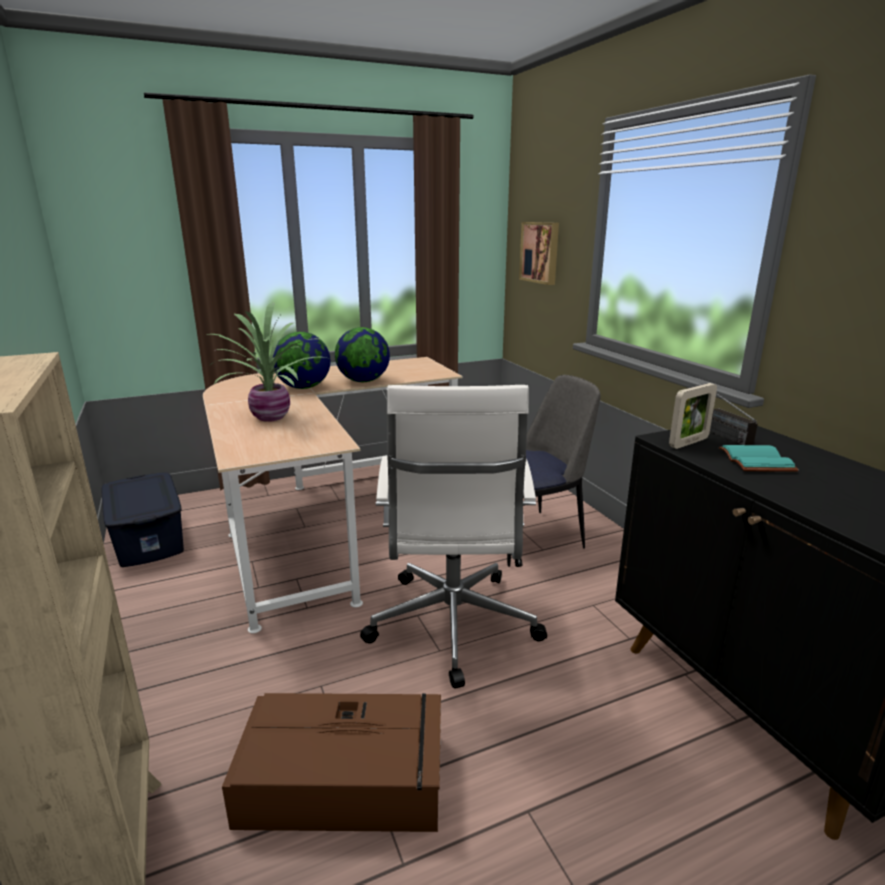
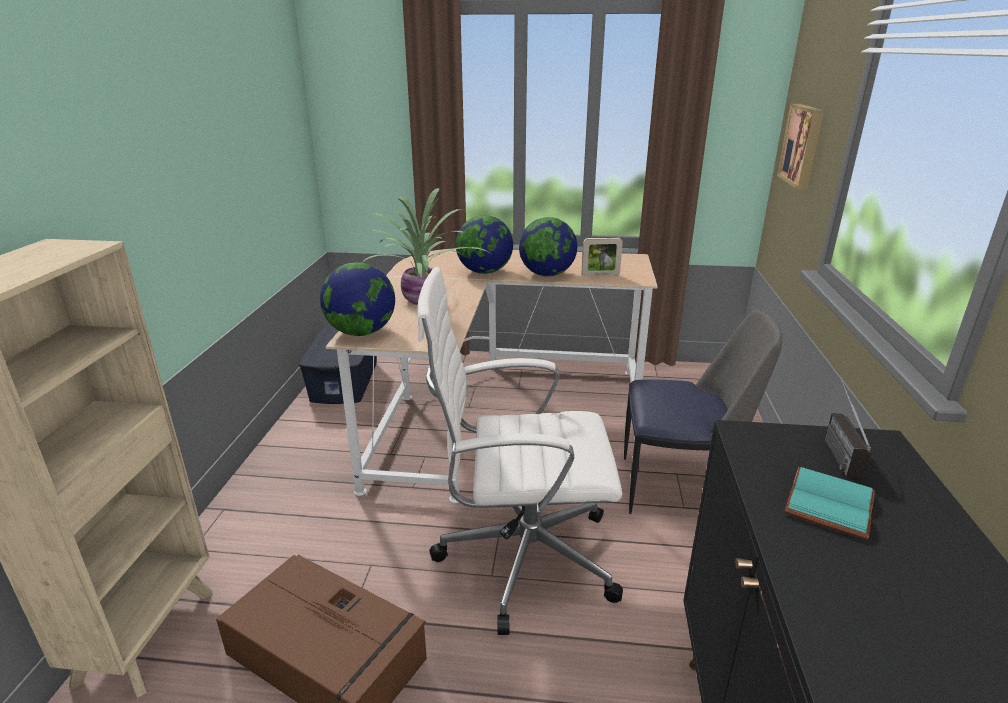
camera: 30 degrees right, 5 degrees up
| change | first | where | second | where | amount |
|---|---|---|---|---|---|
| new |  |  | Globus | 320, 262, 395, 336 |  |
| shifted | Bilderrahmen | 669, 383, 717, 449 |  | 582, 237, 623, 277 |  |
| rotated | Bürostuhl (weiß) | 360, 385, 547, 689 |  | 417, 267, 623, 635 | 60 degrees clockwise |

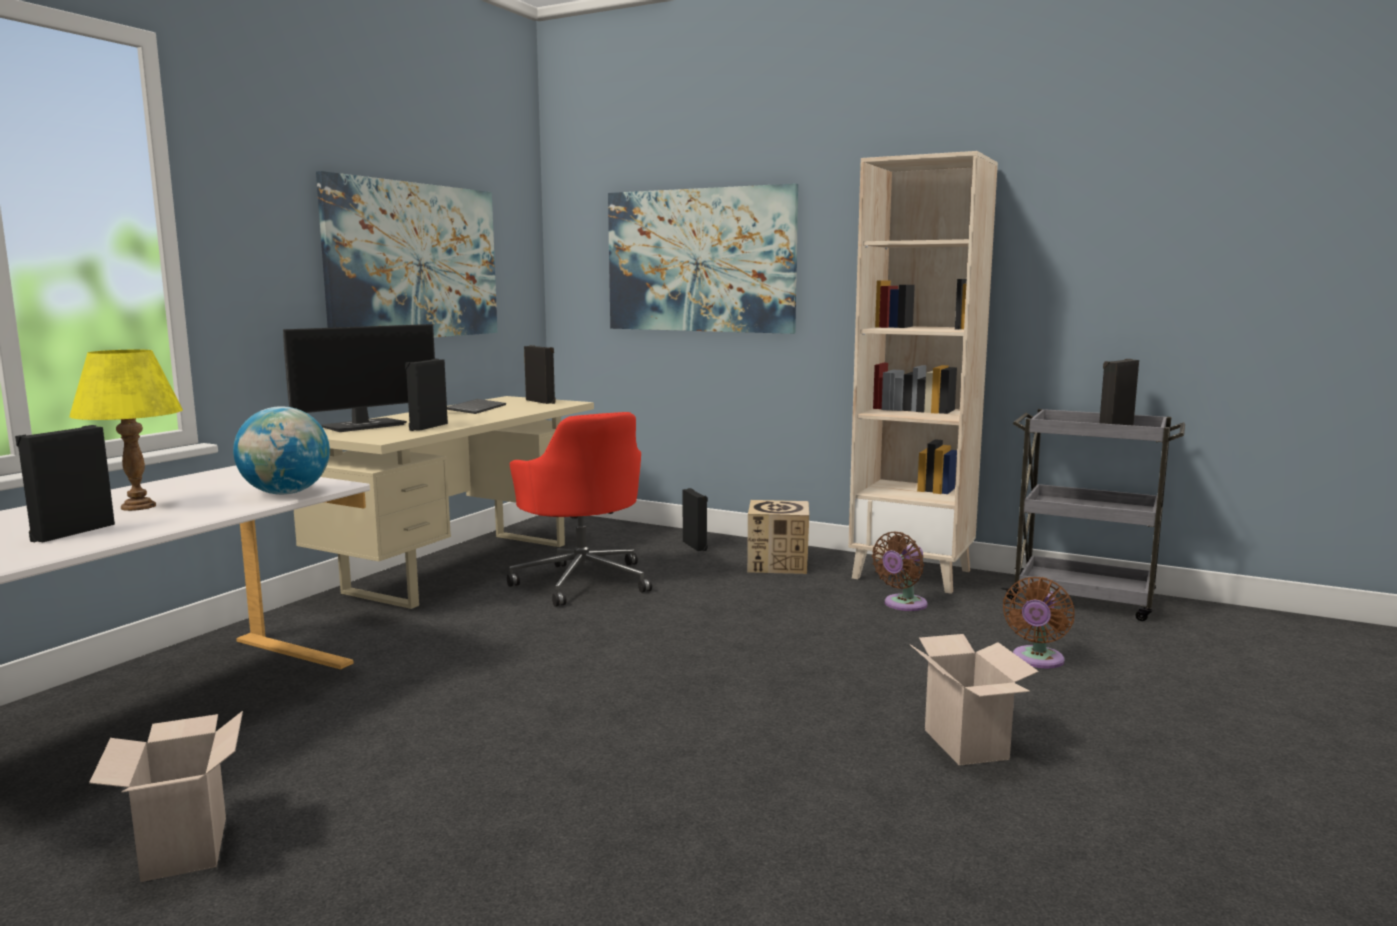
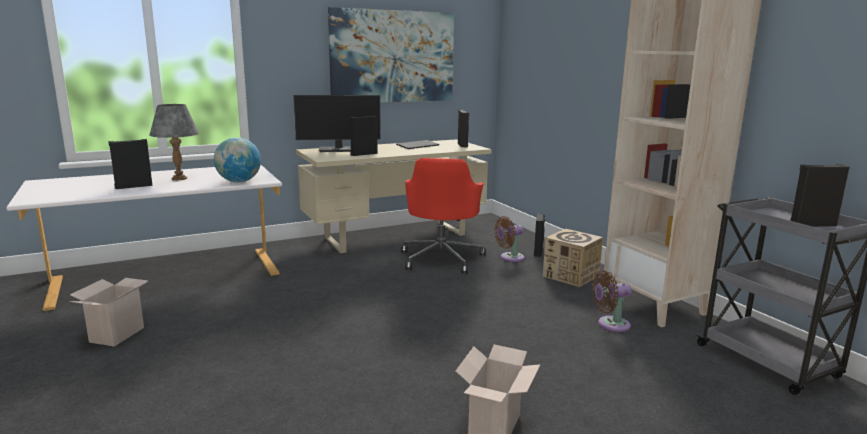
camera: 35 degrees right, 5 degrees up
| change | first | where | second | where | amount |
|---|---|---|---|---|---|
| gone | Bild | 608, 184, 798, 334 |  |  |  |
| shifted | Ventilator (braun) | 1003, 577, 1075, 668 |  | 494, 216, 525, 262 |  |
| repainted | Tischlampe (gelb) | 69, 350, 183, 511 | Tischlampe (grau) | 149, 104, 199, 180 |  |

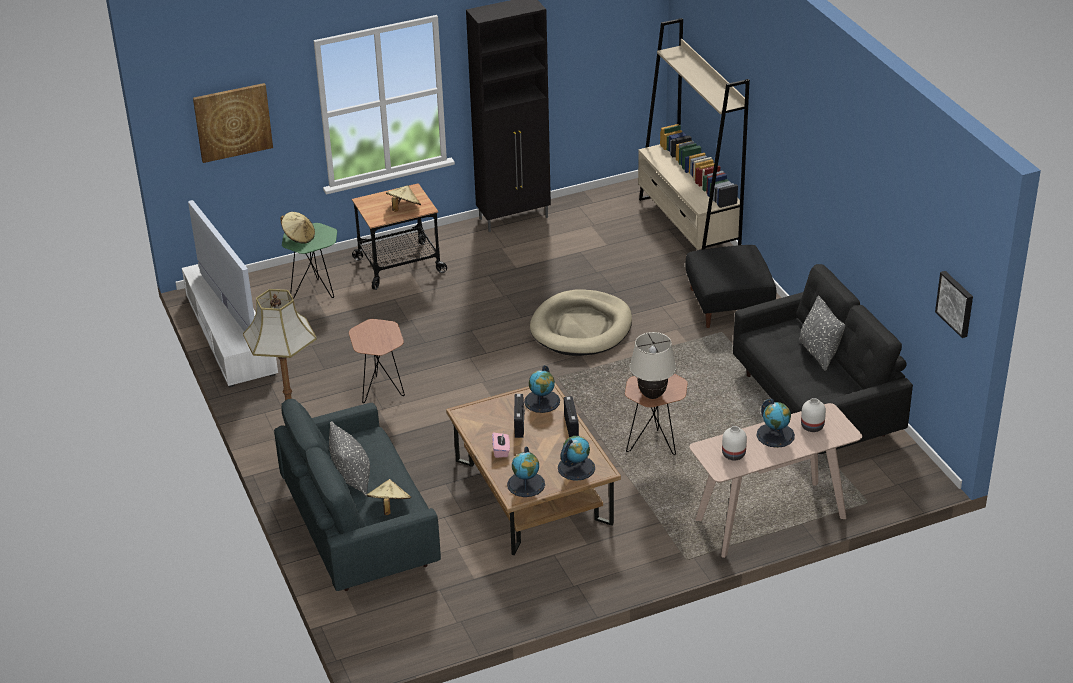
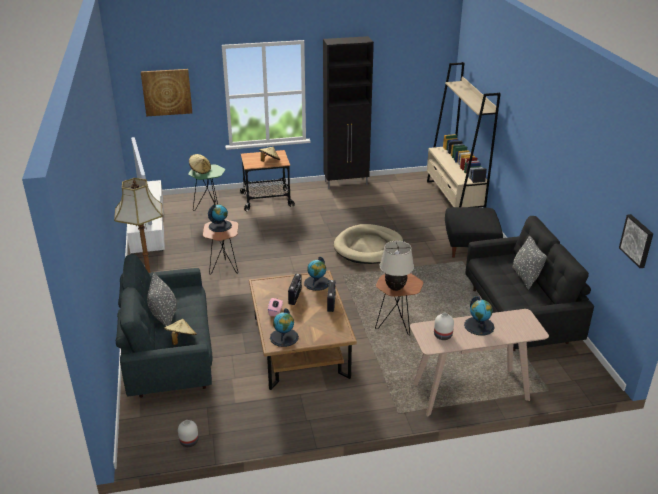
camera: 10 degrees right, 5 degrees down
| change | first | where | second | where | amount |
|---|---|---|---|---|---|
| shifted | Globus | 558, 436, 595, 481 |  | 208, 205, 232, 232 |  |
| shifted | Vase (weiß) | 801, 398, 826, 432 |  | 178, 420, 199, 447 |  |

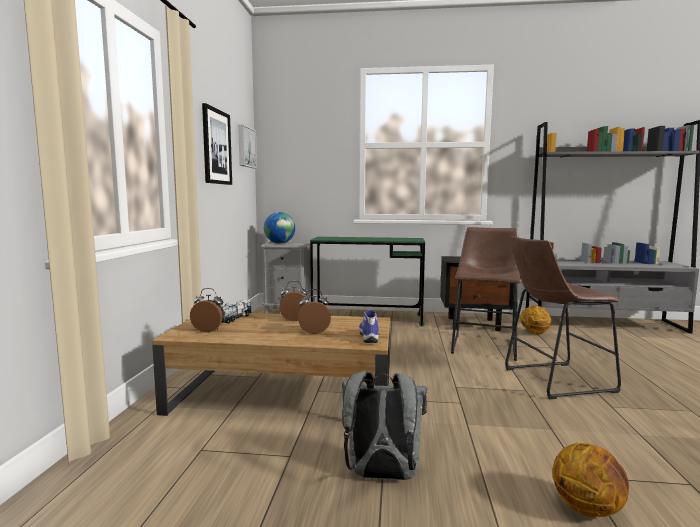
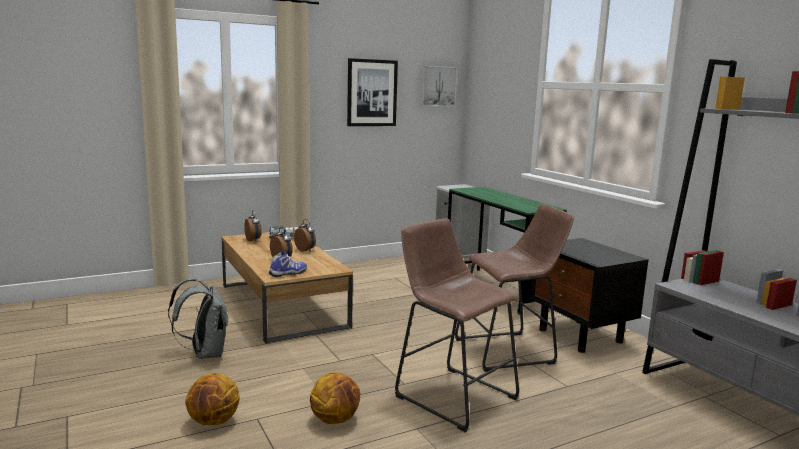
camera: 55 degrees right, 5 degrees up
| change | first | where | second | where | amount |
|---|---|---|---|---|---|
| gone | Globus | 264, 212, 295, 244 |  |  |  |
| shifted | Basketball | 520, 305, 551, 334 |  | 310, 372, 360, 424 |  |

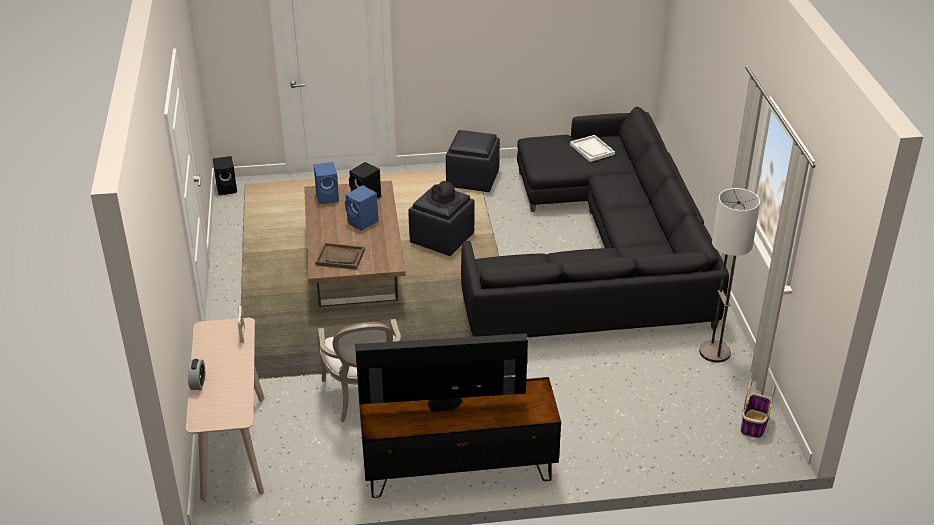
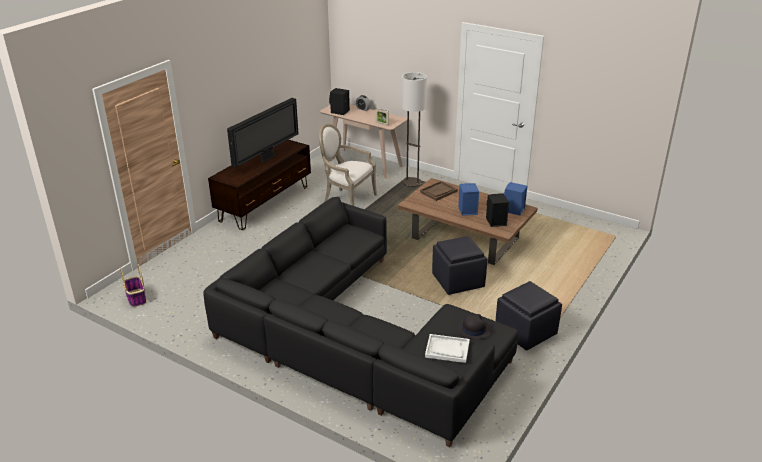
camera: 130 degrees right, 5 degrees down
| change | first | where | second | where | amount |
|---|---|---|---|---|---|
| shifted | Lautsprecher (schwarz) | 213, 156, 237, 195 |  | 329, 88, 350, 115 |  |
| shifted | Hut (schwarz) | 427, 181, 460, 206 |  | 457, 314, 491, 339 |  |
| shifted | Stehlampe | 699, 188, 760, 363 |  | 402, 72, 427, 187 |  |

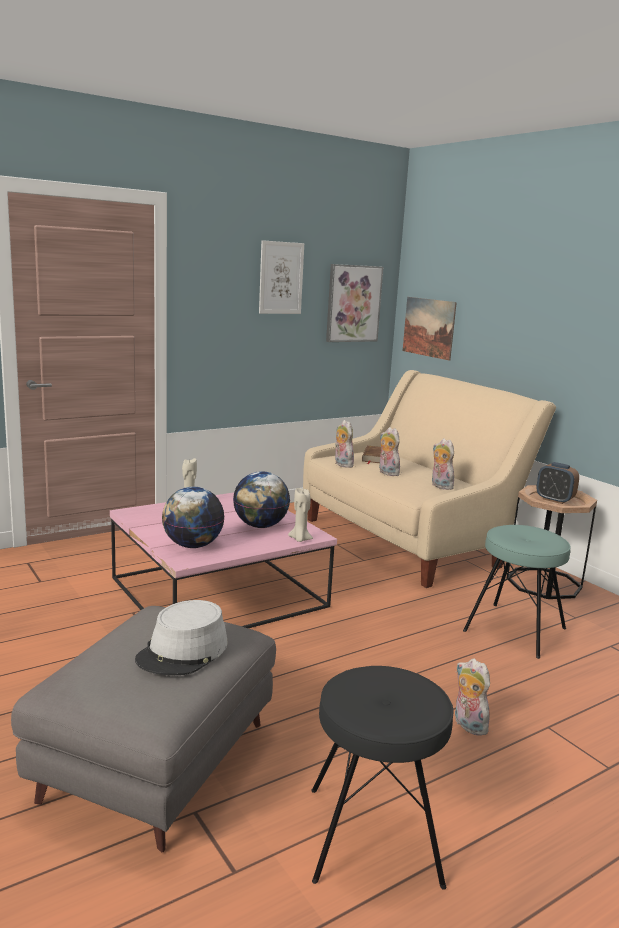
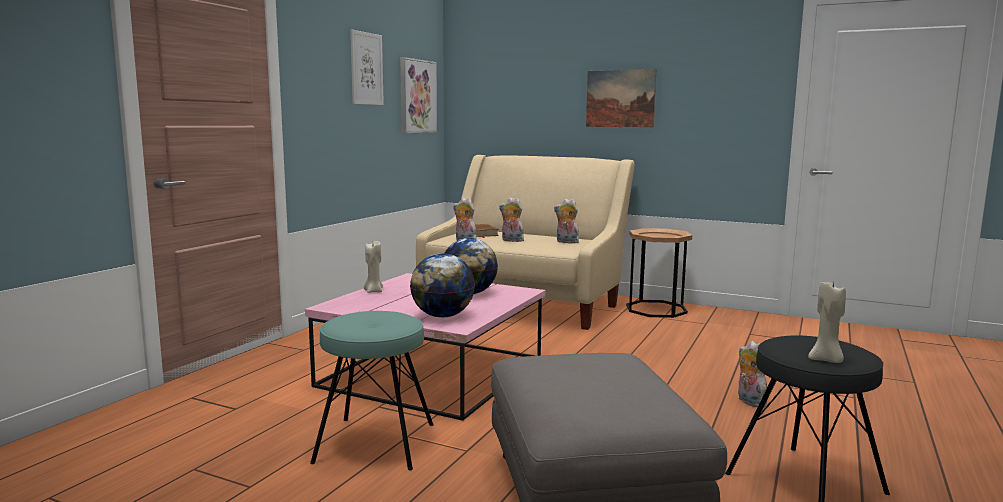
camera: 30 degrees left, 5 degrees down
| change | first | where | second | where | amount |
|---|---|---|---|---|---|
| gone | Hut (grau) | 135, 600, 227, 675 |  |  |  |
| gone | Wecker | 536, 462, 579, 504 |  |  |  |
| shifted | Kerze (beige) | 288, 488, 313, 542 |  | 808, 282, 846, 363 |  |
| shifted | Bild | 403, 297, 457, 361 |  | 586, 69, 656, 128 |  |
| shifted | Hocker (türkis) | 463, 525, 571, 659 |  | 310, 311, 434, 471 |  |
| rotated | Plüschtier | 455, 658, 490, 736 |  | 738, 341, 767, 408 | 45 degrees clockwise |

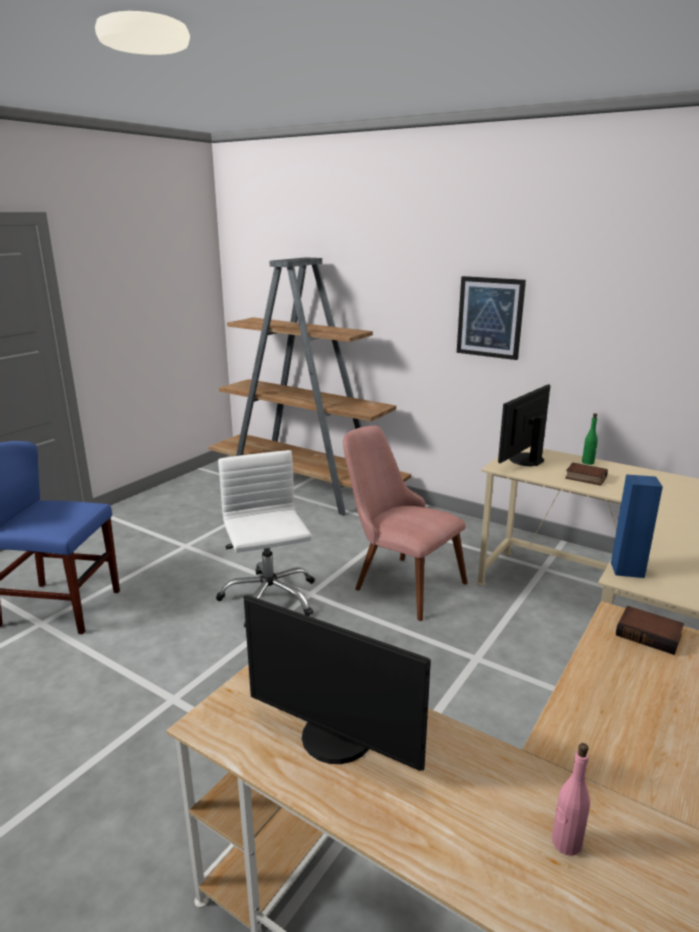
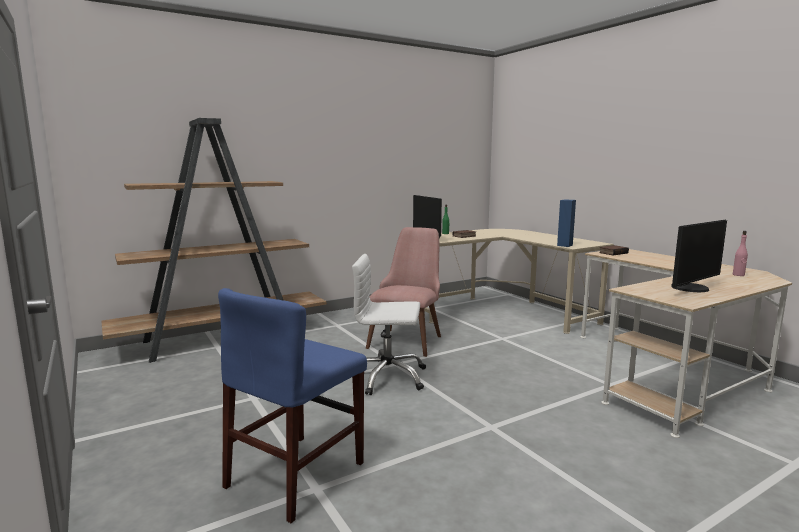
camera: 65 degrees left, 10 degrees down
| change | first | where | second | where | amount |
|---|---|---|---|---|---|
| gone | Bild | 457, 276, 526, 360 |  |  |  |
| rotated | Stuhl (rosa) | 343, 426, 468, 621 |  | 366, 227, 441, 357 | 135 degrees clockwise |

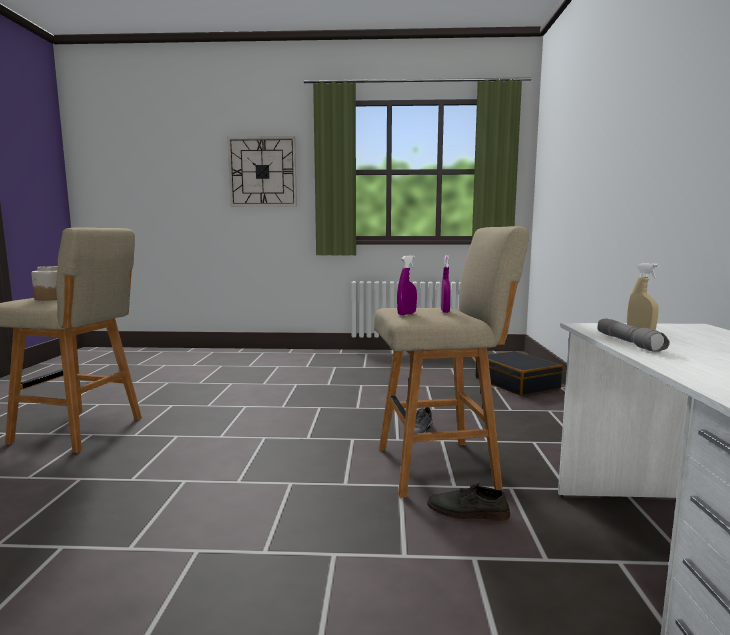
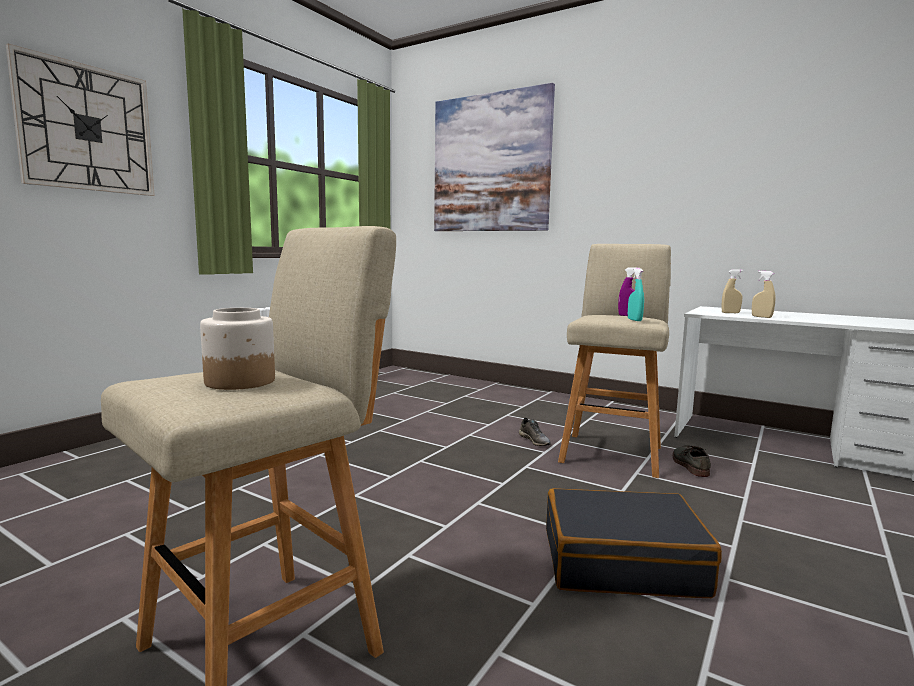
camera: 60 degrees left, 0 degrees up
| change | first | where | second | where | amount |
|---|---|---|---|---|---|
| new |  |  | Bild | 434, 83, 555, 231 |  |
| shifted | Koffer (schwarz) | 475, 351, 563, 396 |  | 546, 488, 722, 598 |  |
| swapped | Taschenlampe (grau) | 598, 319, 670, 352 | Sprühflasche (beige) | 752, 271, 776, 318 |  |
| repainted | Sprühflasche (lila) | 397, 255, 417, 315 | Sprühflasche (türkis) | 628, 268, 644, 321 |  |
| rotated | Schuh (grau) | 427, 483, 510, 521 |  | 673, 445, 711, 477 | 135 degrees clockwise |

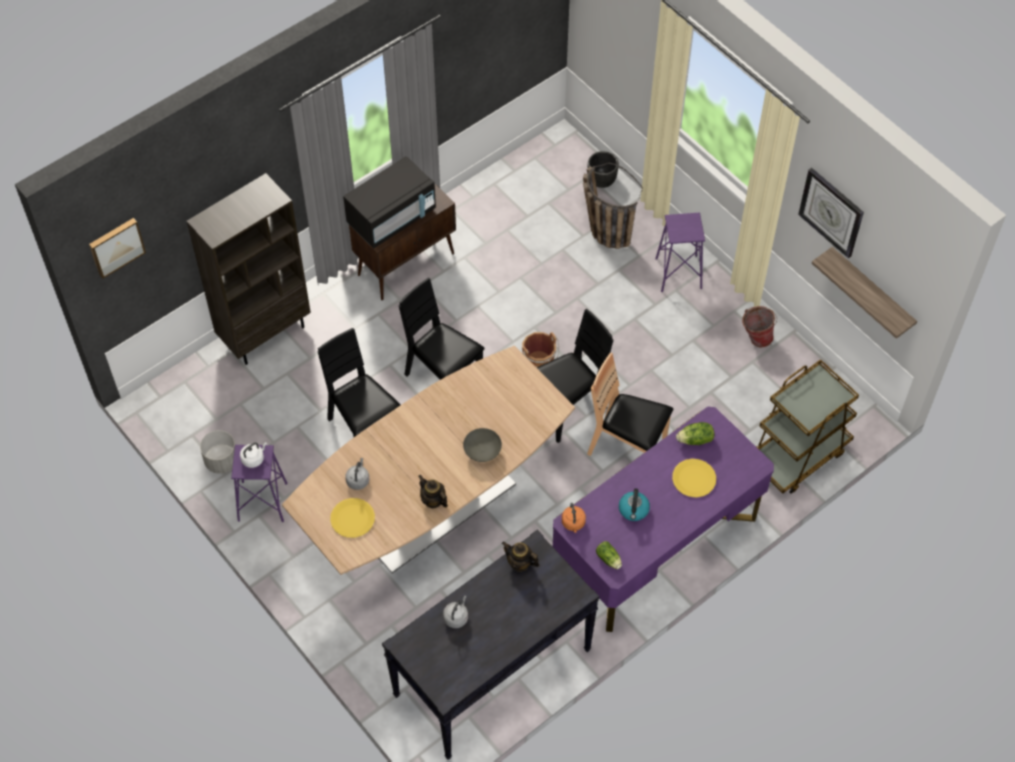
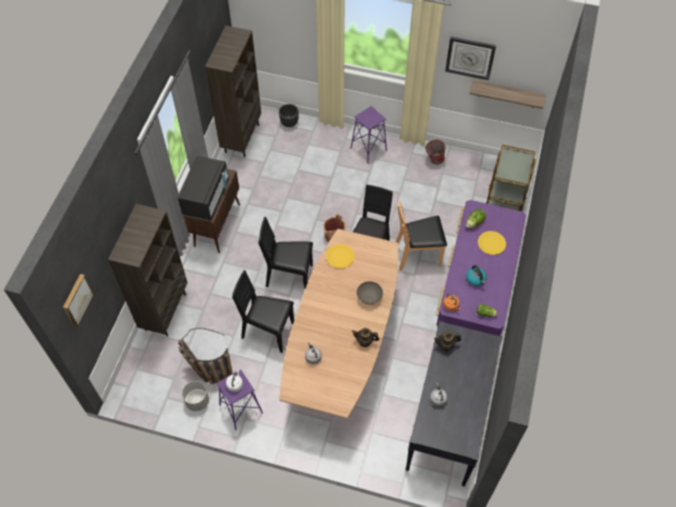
camera: 35 degrees left, 0 degrees up
| change | first | where | second | where | amount |
|---|---|---|---|---|---|
| new |  |  | Bücherregal (braun) | 205, 25, 261, 157 |  |
| shifted | Teller (gelb) | 330, 498, 375, 538 |  | 326, 244, 355, 268 |  |
| shifted | Korb | 583, 162, 643, 249 |  | 178, 328, 233, 384 |  |

